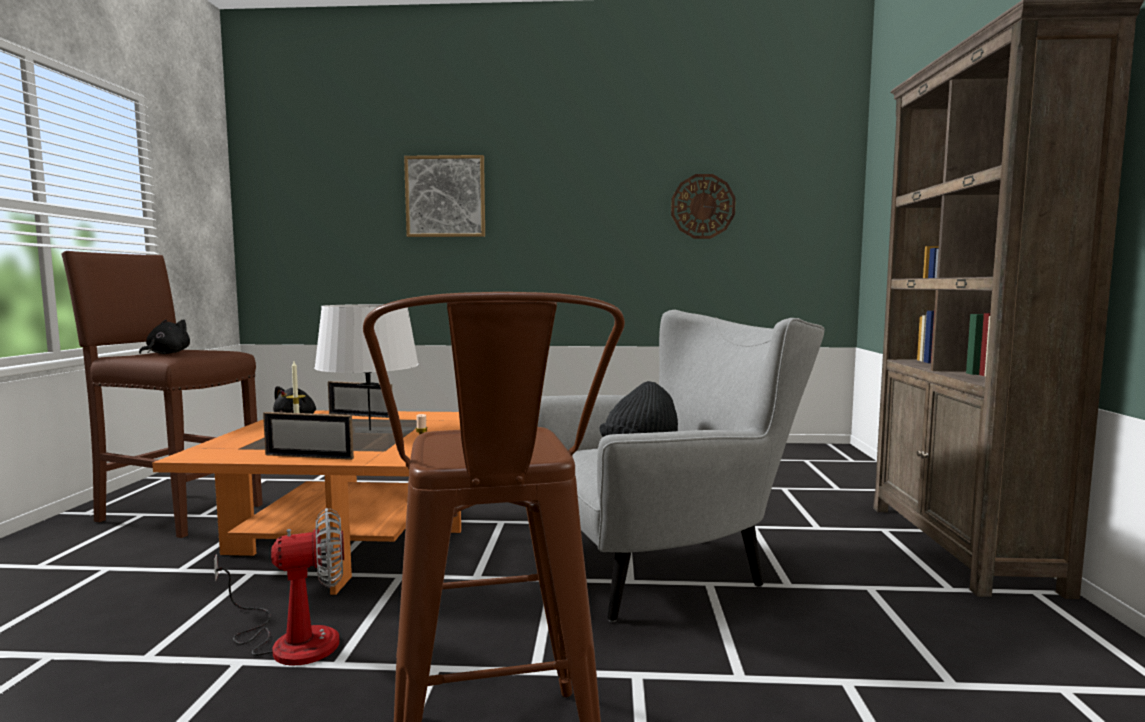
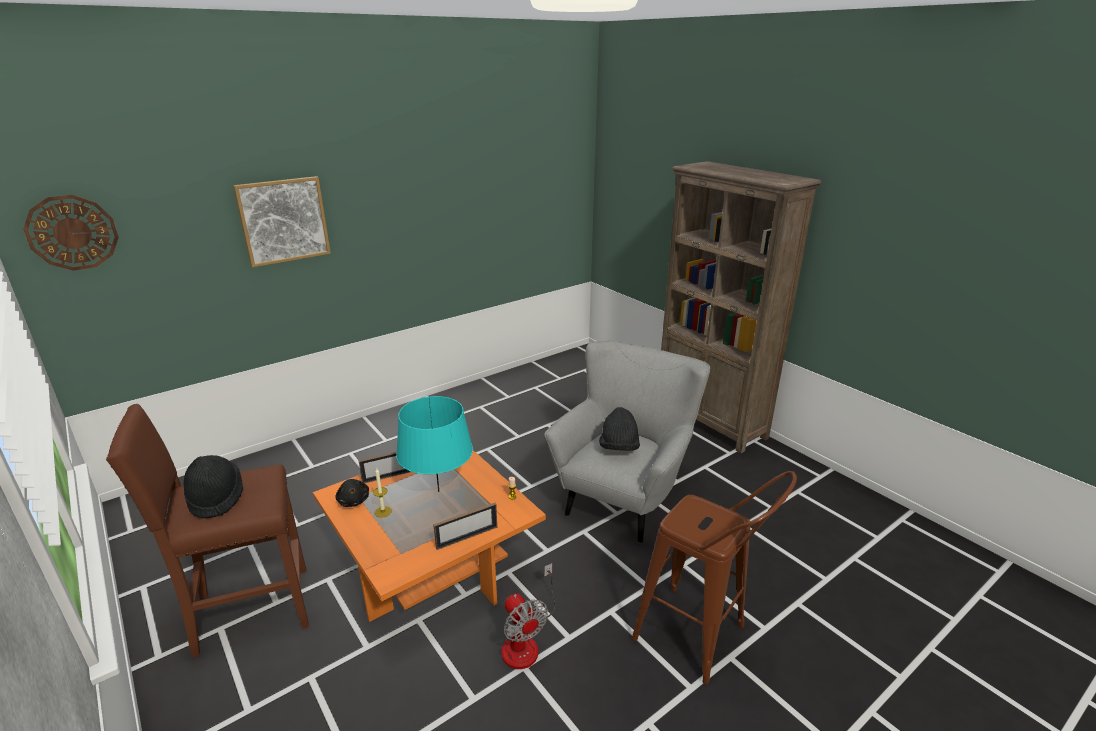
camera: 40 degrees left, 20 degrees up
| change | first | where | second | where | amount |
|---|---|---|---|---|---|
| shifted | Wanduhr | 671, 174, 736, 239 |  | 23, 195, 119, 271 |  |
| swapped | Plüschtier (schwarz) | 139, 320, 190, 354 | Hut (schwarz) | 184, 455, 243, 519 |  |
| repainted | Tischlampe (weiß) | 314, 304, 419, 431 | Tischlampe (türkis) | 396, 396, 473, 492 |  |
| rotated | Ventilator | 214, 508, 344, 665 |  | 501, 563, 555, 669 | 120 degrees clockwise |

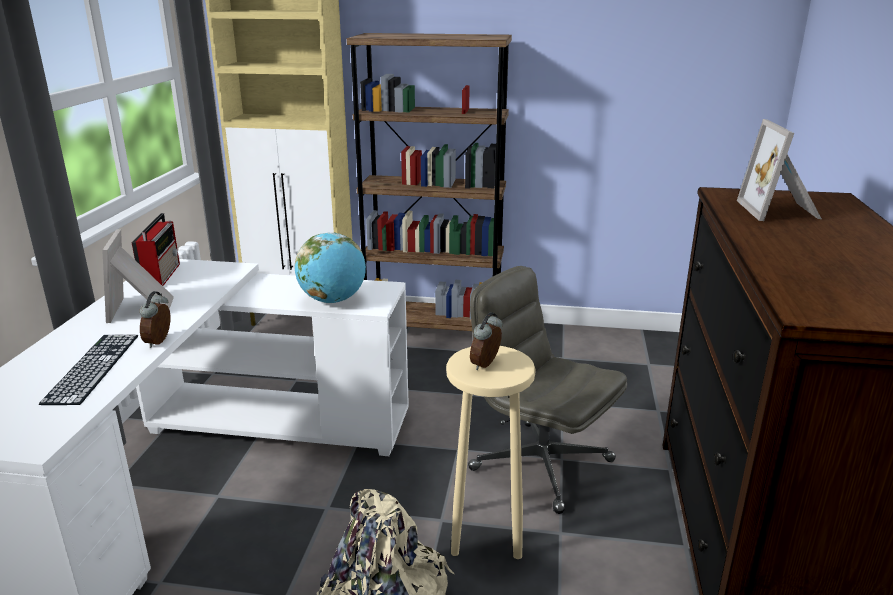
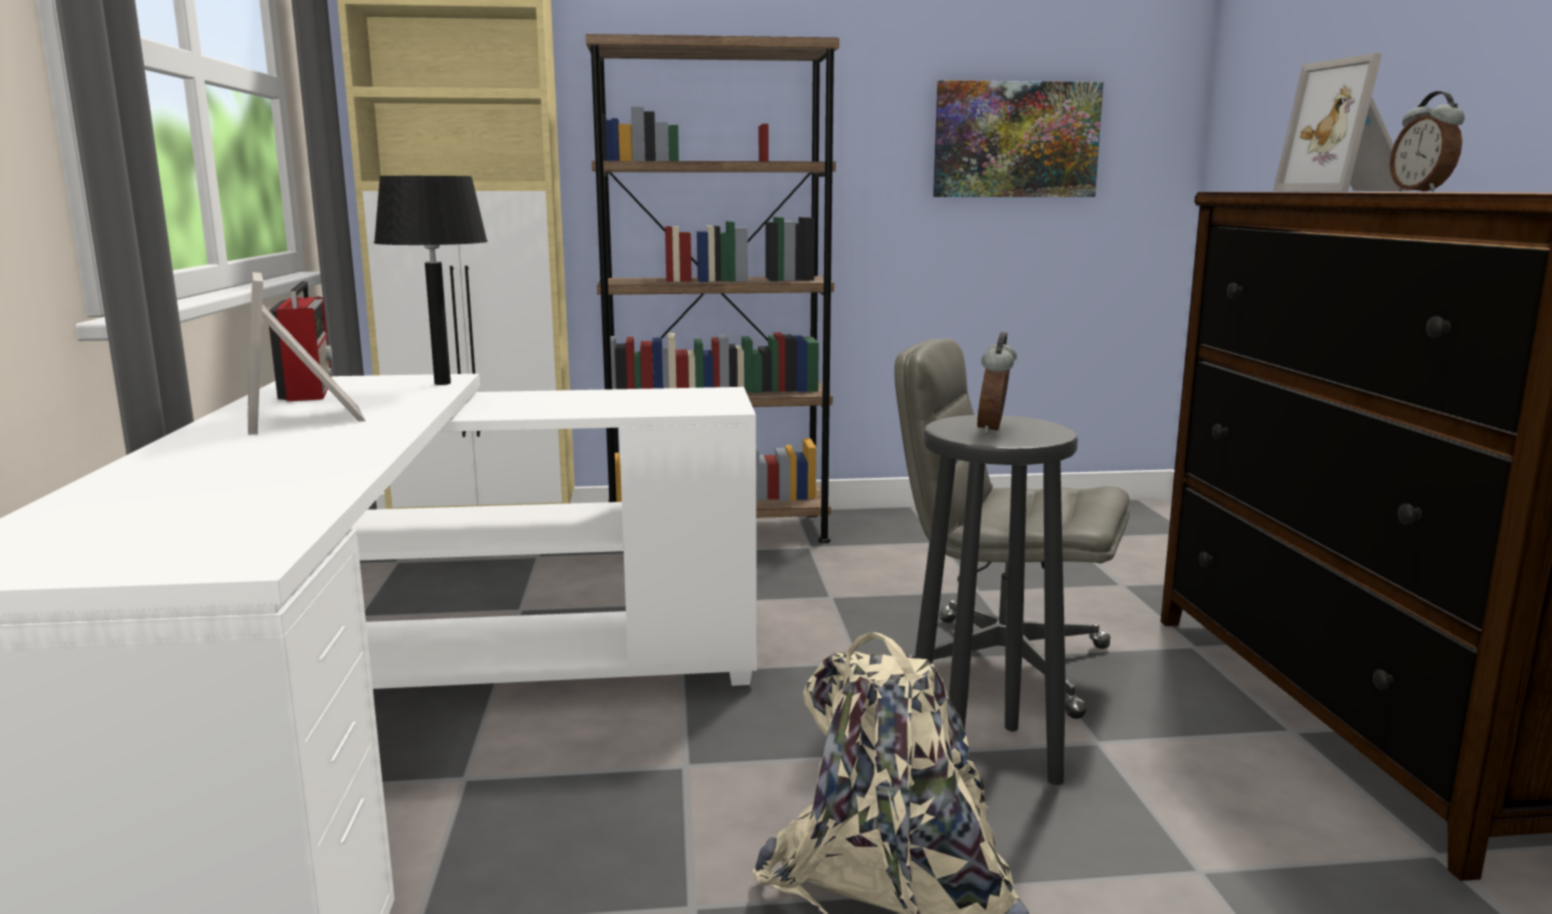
camera: 15 degrees left, 10 degrees down
| change | first | where | second | where | amount |
|---|---|---|---|---|---|
| gone | Tastatur | 39, 334, 138, 405 |  |  |  |
| gone | Globus | 295, 232, 366, 303 |  |  |  |
| new |  |  | Tischlampe (schwarz) | 374, 176, 488, 385 |  |
| new |  |  | Bild | 933, 80, 1104, 197 |  |
| shifted | Wecker | 139, 291, 171, 348 |  | 1390, 91, 1465, 192 |  |
| repainted | Hocker (beige) | 446, 346, 536, 559 | Hocker (schwarz) | 915, 415, 1078, 785 |  |

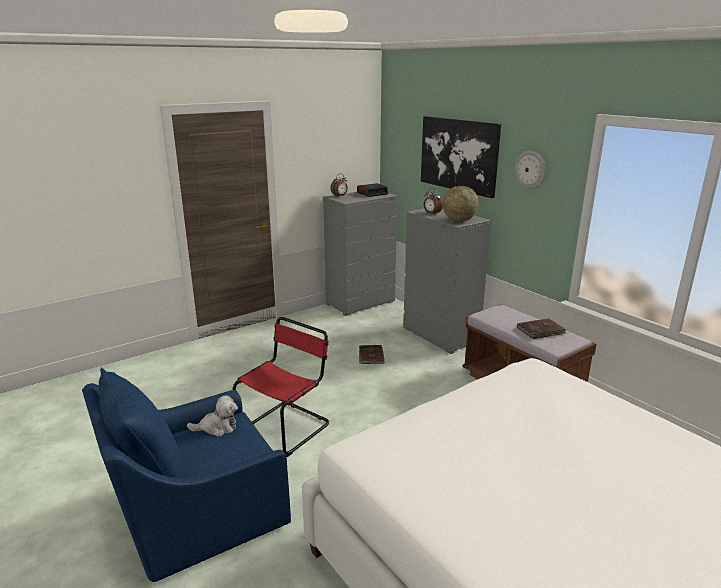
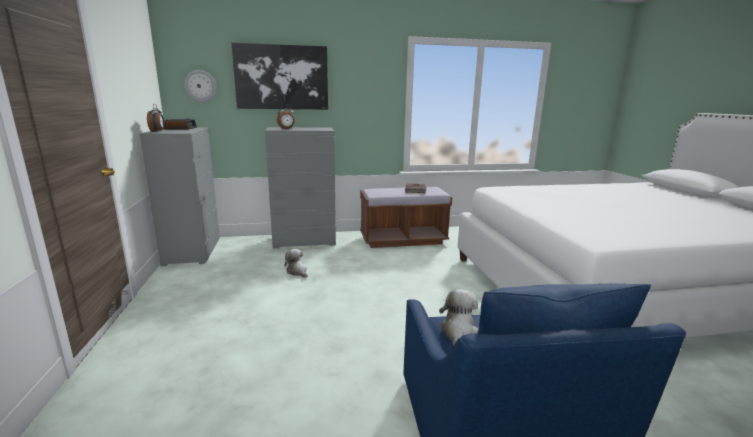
camera: 65 degrees left, 5 degrees down
| change | first | where | second | where | amount |
|---|---|---|---|---|---|
| gone | Stuhl (rot) | 233, 317, 329, 457 |  |  |  |
| gone | Globus | 443, 186, 479, 222 |  |  |  |
| shifted | Wanduhr | 515, 151, 546, 189 |  | 184, 70, 217, 102 |  |
| swapped | Buch (braun) | 359, 345, 384, 364 | Plüschtier | 284, 249, 308, 278 |  |

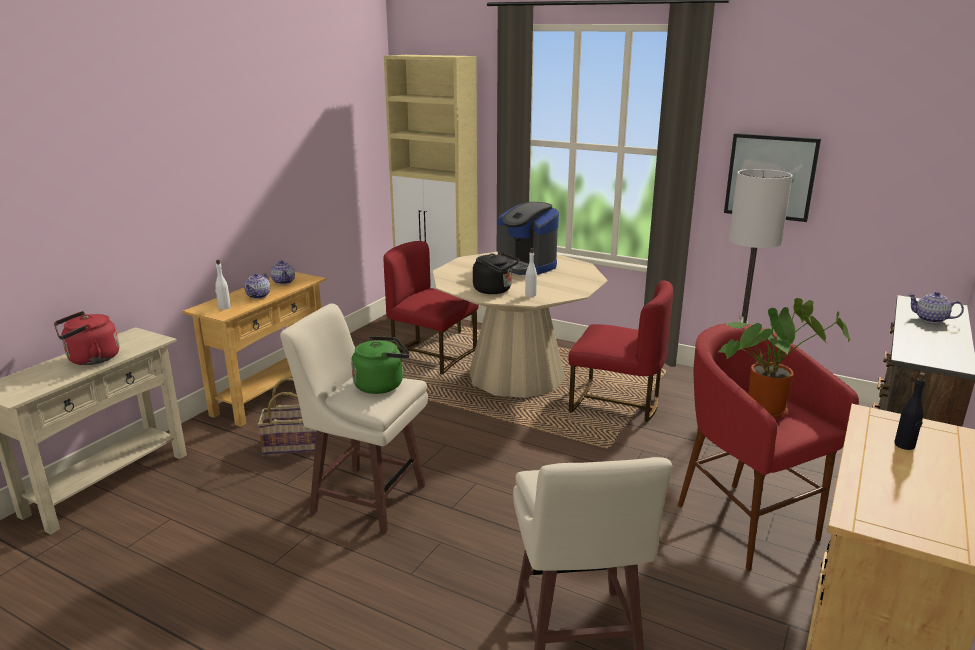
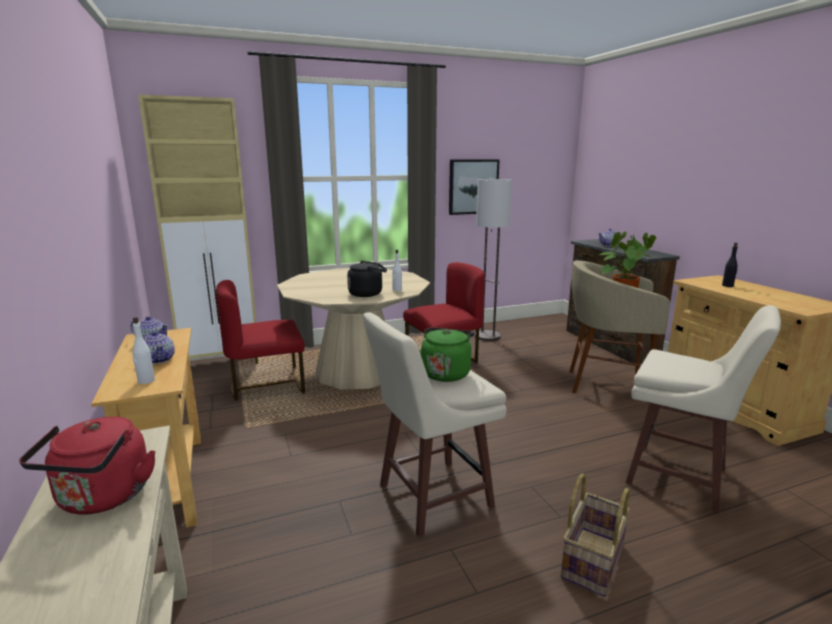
camera: 50 degrees left, 5 degrees down
| change | first | where | second | where | amount |
|---|---|---|---|---|---|
| gone | Kaffeemaschine | 497, 202, 559, 275 |  |  |  |
| shifted | Korb | 257, 378, 317, 455 |  | 561, 473, 630, 597 |  |
| repainted | Hocker (rot) | 678, 324, 859, 571 | Hocker (beige) | 569, 261, 670, 403 |  |

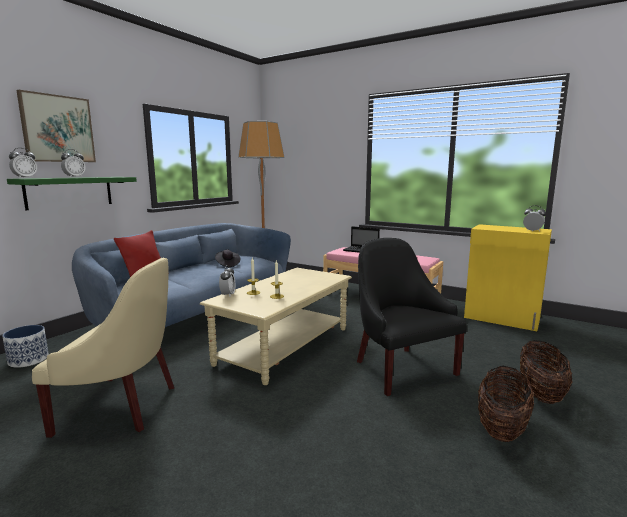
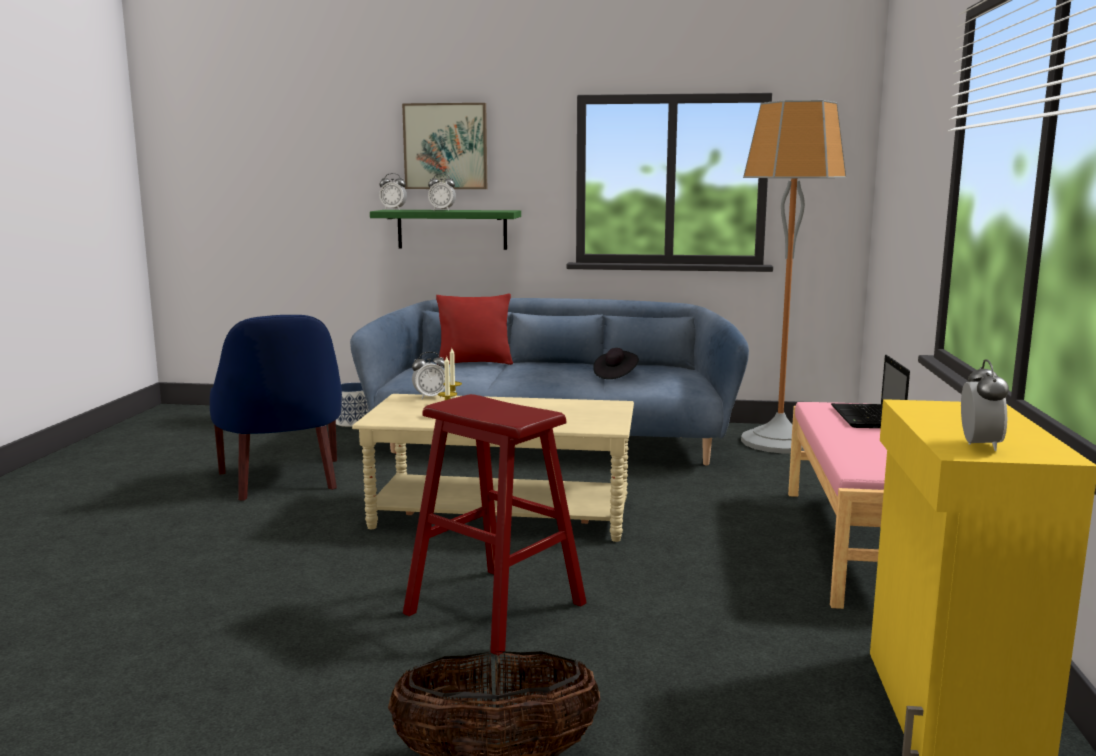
camera: 65 degrees right, 0 degrees up
| change | first | where | second | where | amount |
|---|---|---|---|---|---|
| gone | Korb | 478, 366, 534, 442 |  |  |  |
| swapped | Sessel (schwarz) | 357, 238, 467, 396 | Hocker (rot) | 403, 394, 587, 656 |  |
| repainted | Sessel (beige) | 32, 258, 174, 438 | Sessel (blau) | 210, 315, 342, 501 |  |

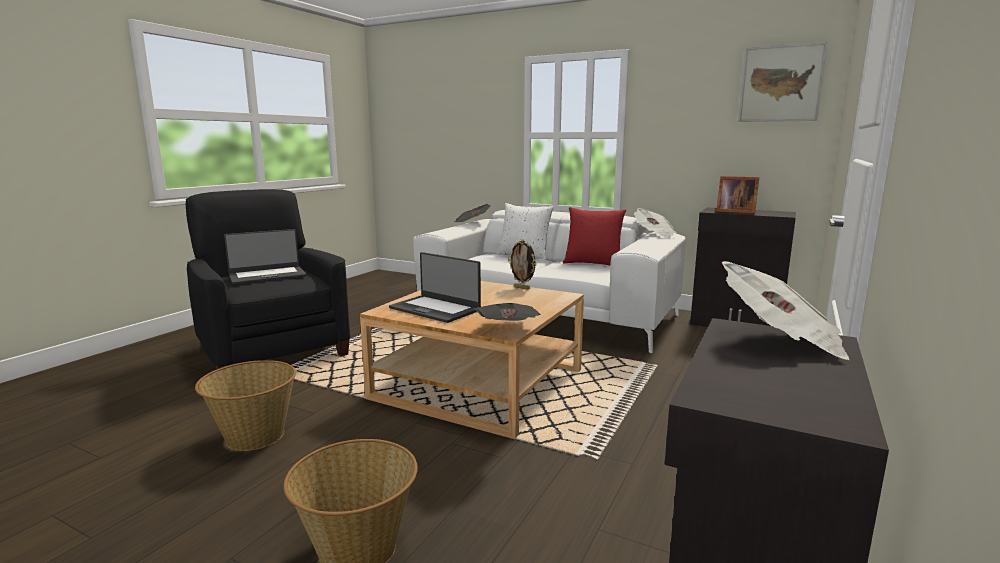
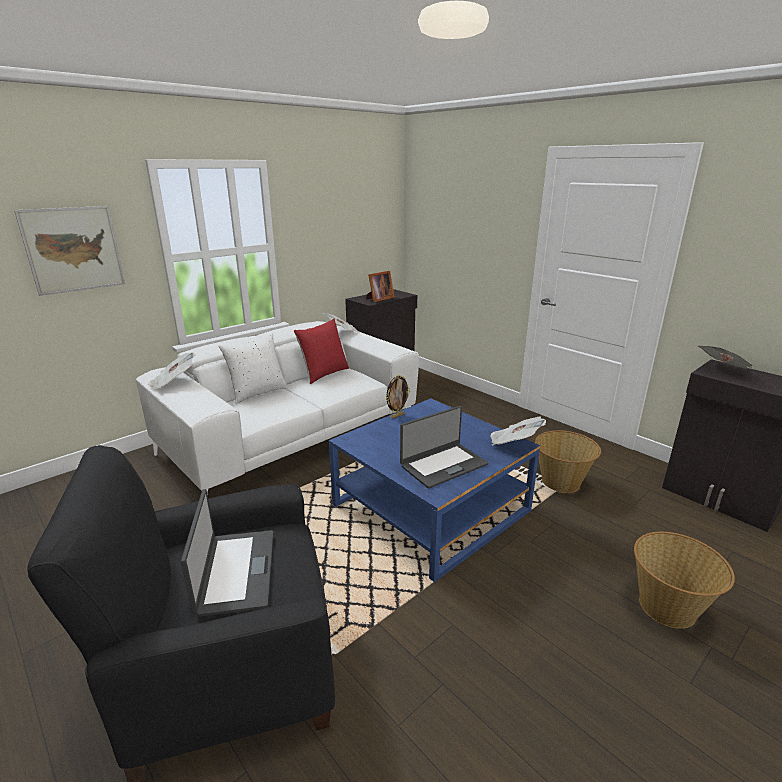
camera: 70 degrees left, 10 degrees up
| change | first | where | second | where | amount |
|---|---|---|---|---|---|
| shifted | Korb | 195, 360, 296, 451 |  | 535, 430, 601, 493 |  |
| shifted | Bild | 738, 42, 827, 122 |  | 14, 206, 125, 296 |  |
| repainted | Couchtisch (beige) | 360, 281, 584, 439 | Couchtisch (blau) | 329, 398, 540, 583 |  |

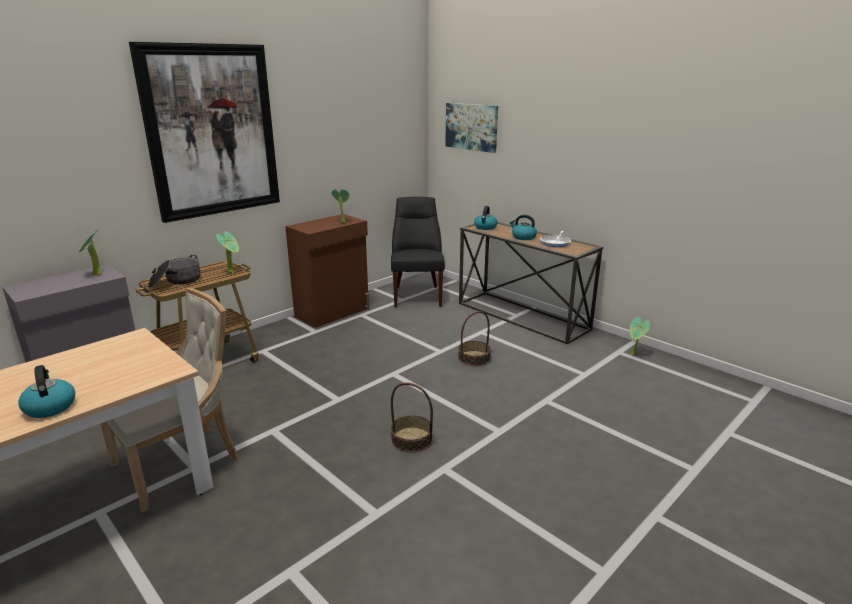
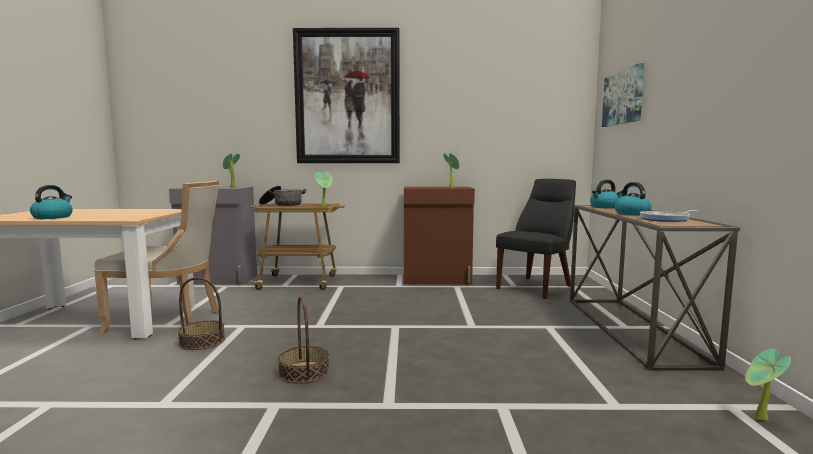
camera: 45 degrees right, 15 degrees down
| change | first | where | second | where | amount |
|---|---|---|---|---|---|
| shifted | Korb | 458, 311, 491, 366 |  | 178, 277, 225, 350 |  |

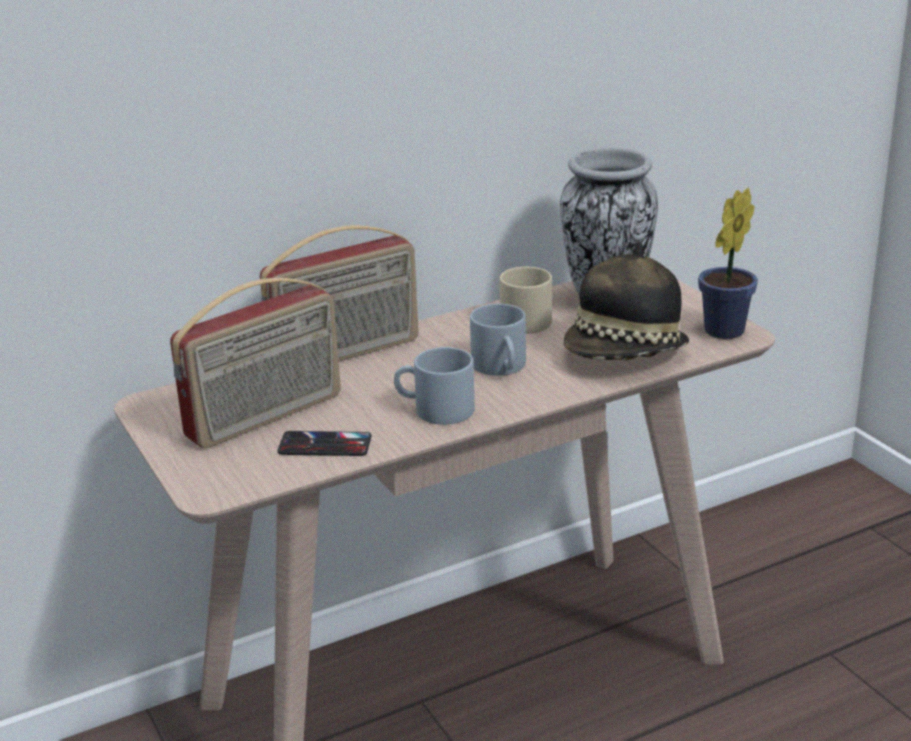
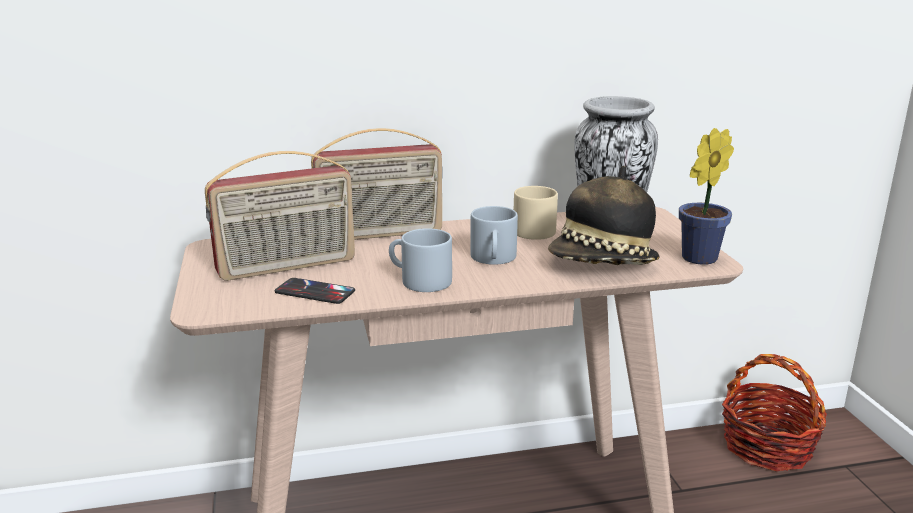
camera: 15 degrees right, 5 degrees down
| change | first | where | second | where | amount |
|---|---|---|---|---|---|
| new |  |  | Korb | 722, 354, 827, 471 |  |

